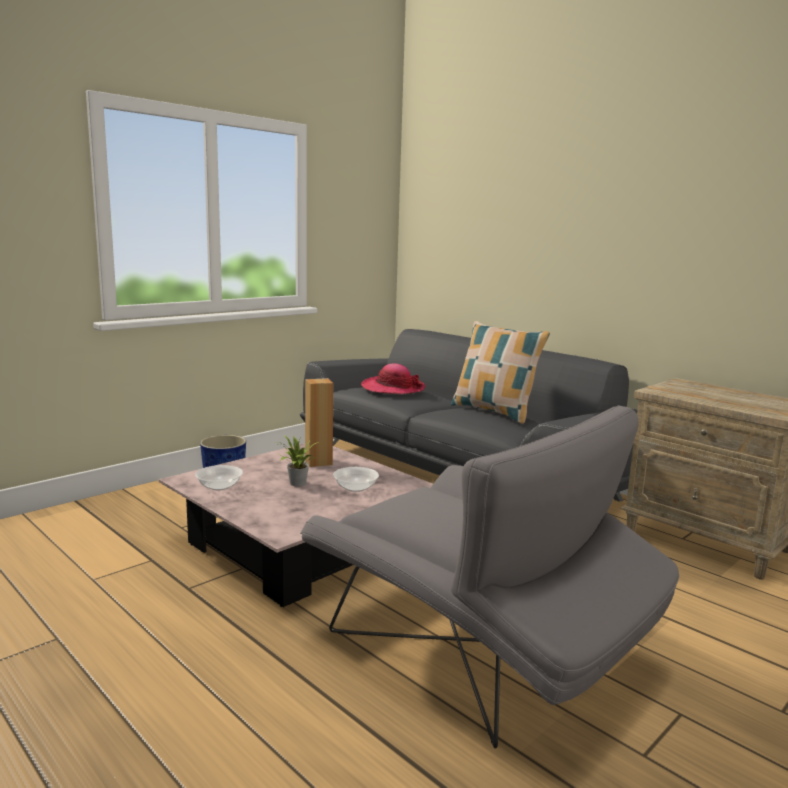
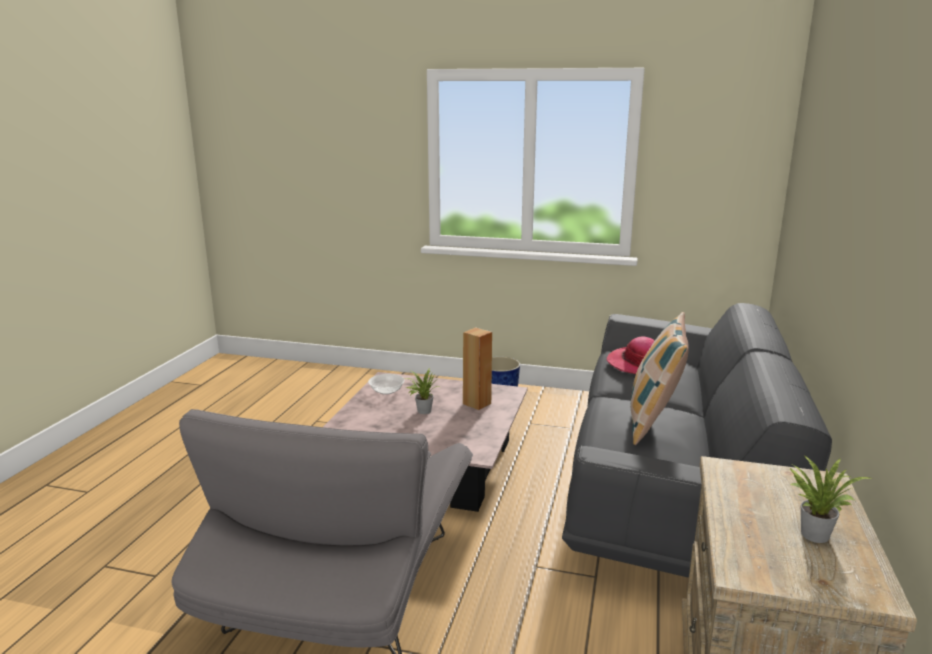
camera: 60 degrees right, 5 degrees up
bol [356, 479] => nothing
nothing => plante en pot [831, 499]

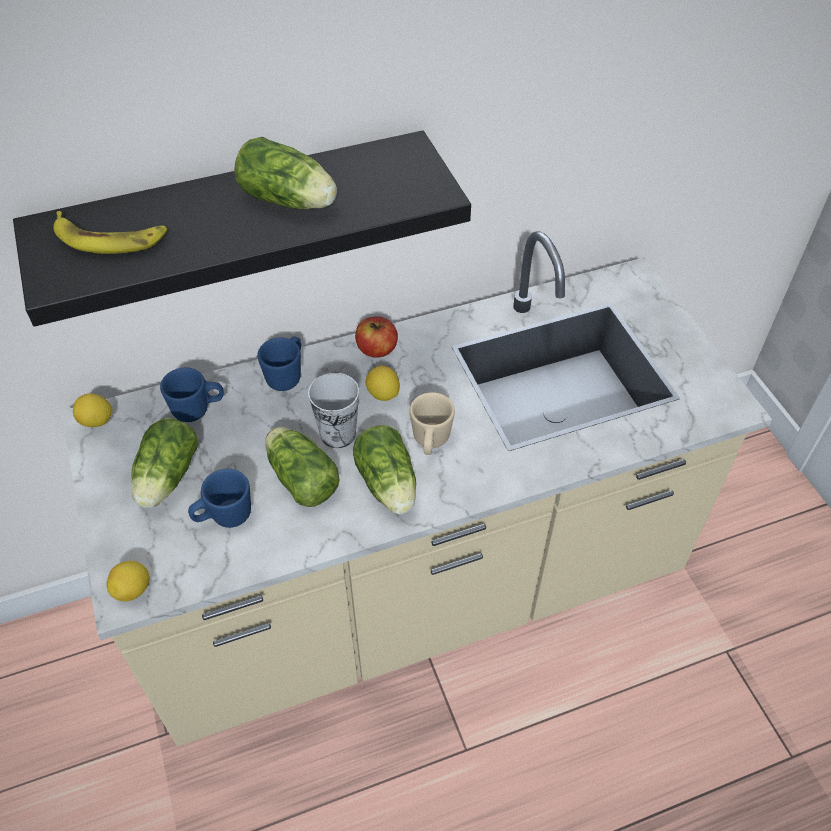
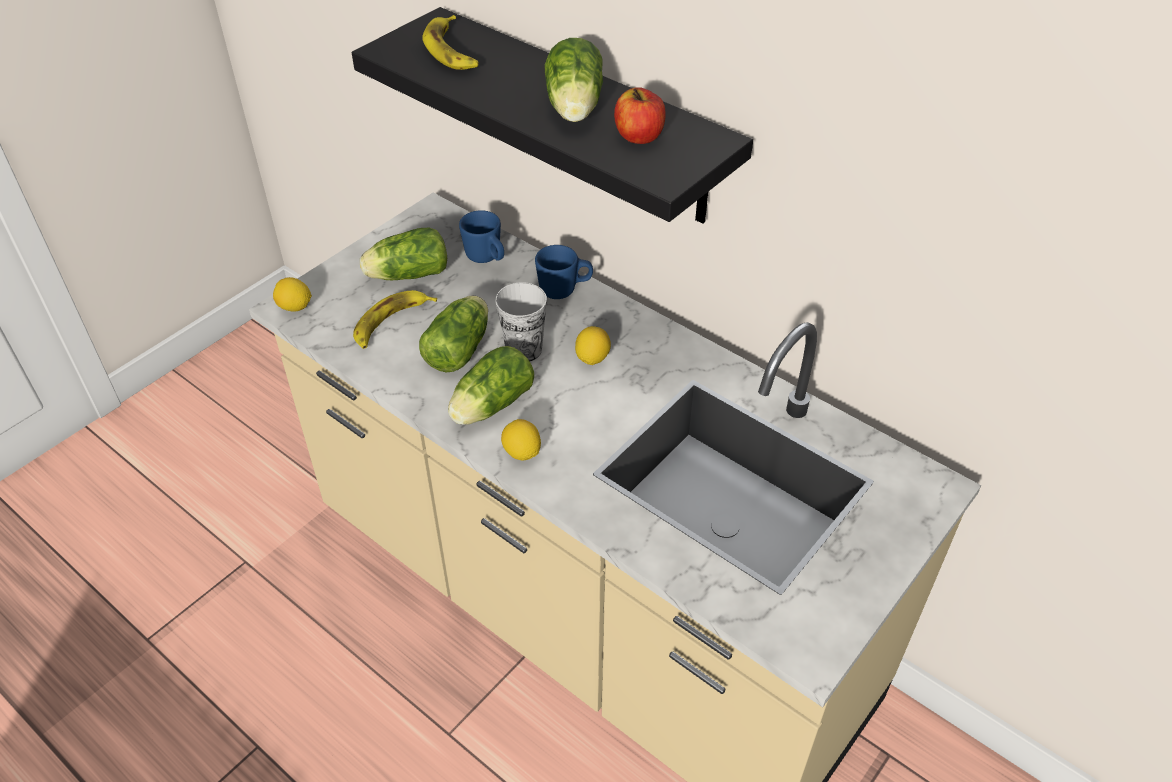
camera: 60 degrees right, 5 degrees down
pomme [376, 337] => pomme [640, 115], moved
mug [beige] [432, 423] => nothing
citron [93, 410] => citron [521, 439], moved
mug [bleu] [219, 498] => banane [395, 319]

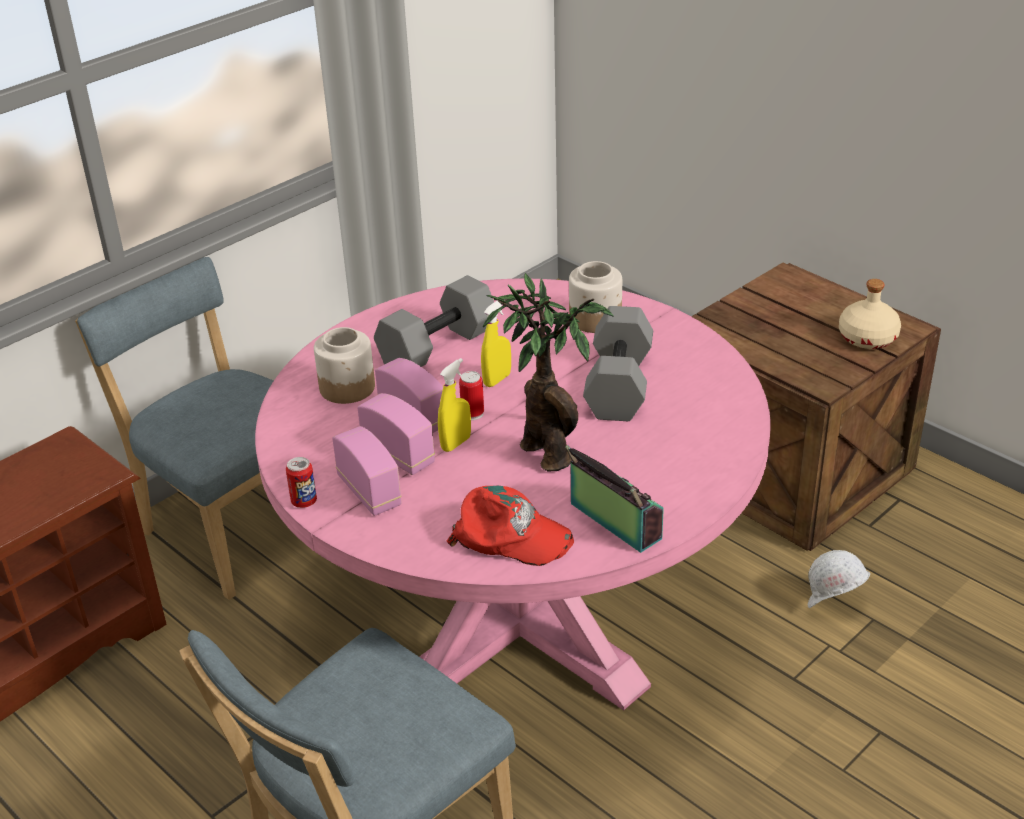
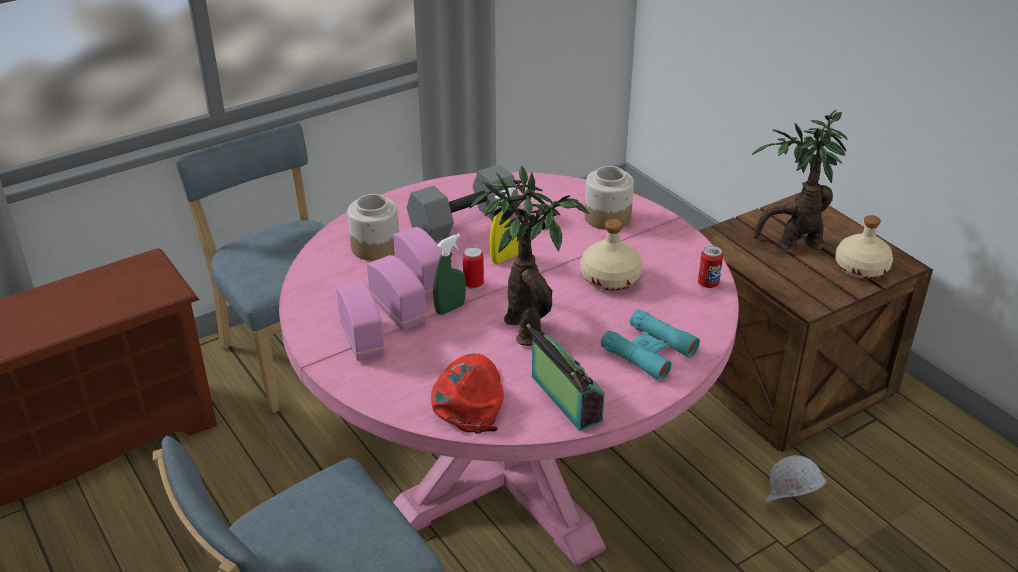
camera: 10 degrees right, 0 degrees up
haltère [gris] [618, 363] => bouteille [beige] [611, 255]
vaporisateur [jaune] [454, 405] => vaporisateur [vert] [449, 274]
boîte métallique [301, 482] => boîte métallique [710, 267], moved
casquette [rouge] [510, 526] => casquette [rouge] [467, 394], 120 degrees counterclockwise
nothing => plante en pot [800, 181]
nothing => jumelles [turquoise] [650, 345]

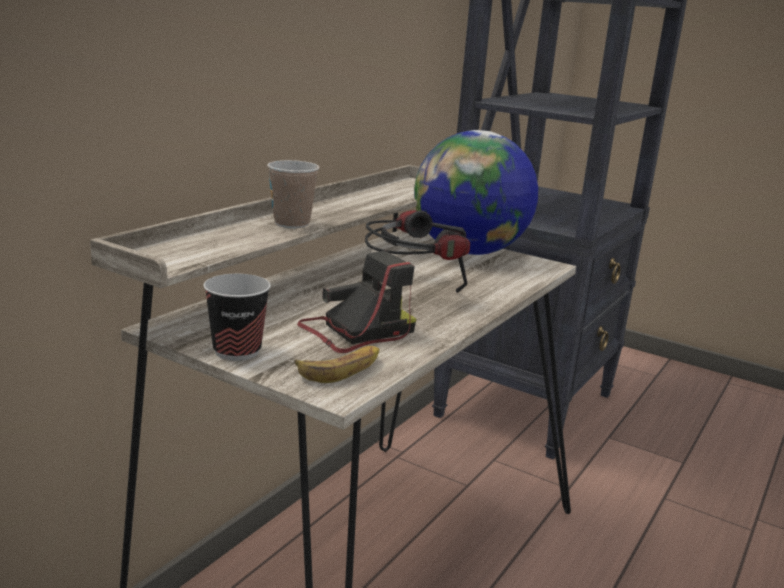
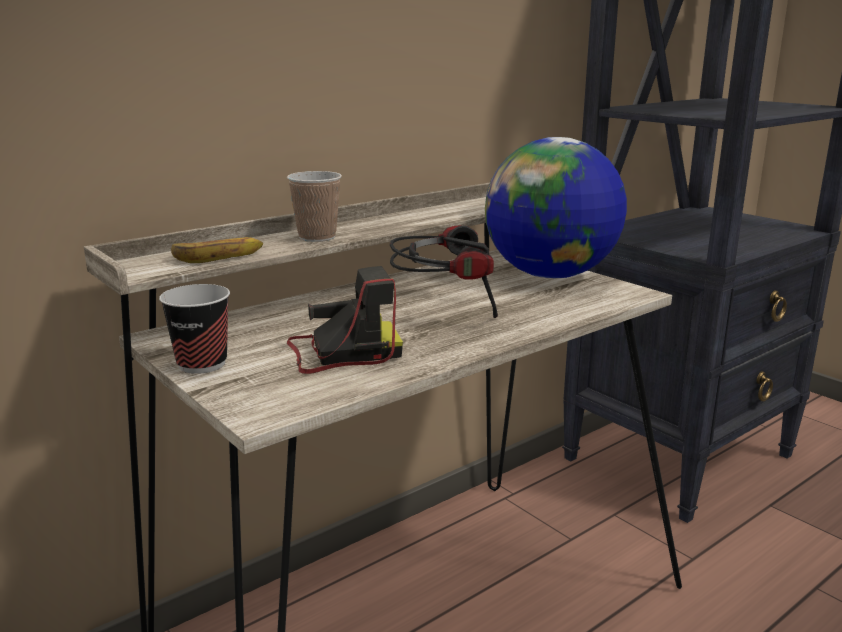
camera: 20 degrees right, 0 degrees up
banane [336, 364] => banane [217, 250], moved

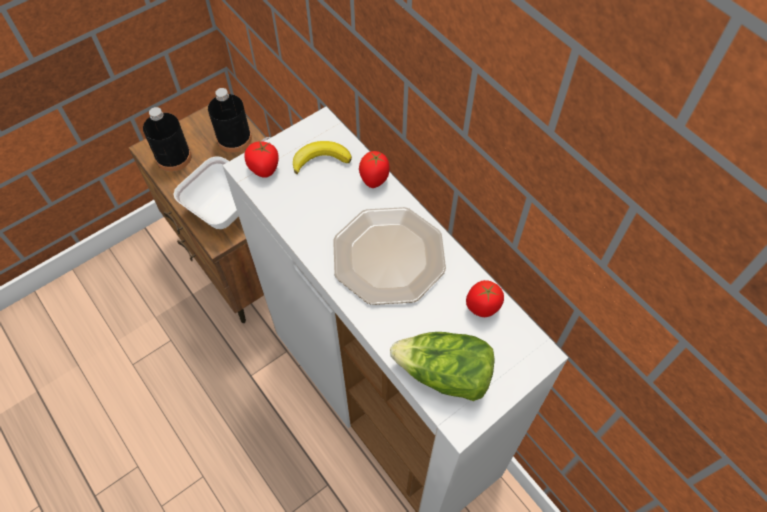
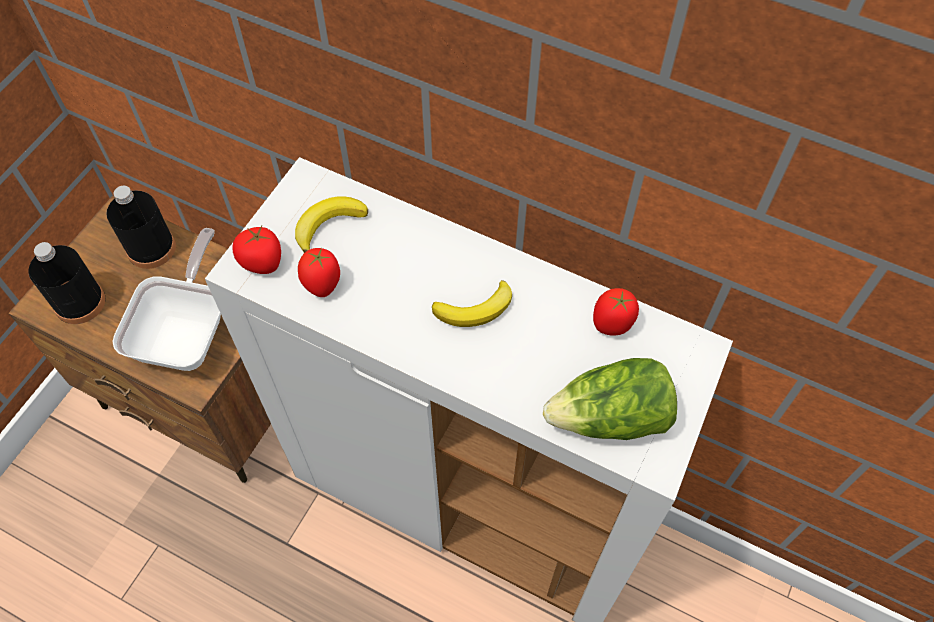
camera: 25 degrees left, 0 degrees up
tomate [374, 169] => tomate [319, 272], moved
assiette [389, 256] => banane [472, 303]

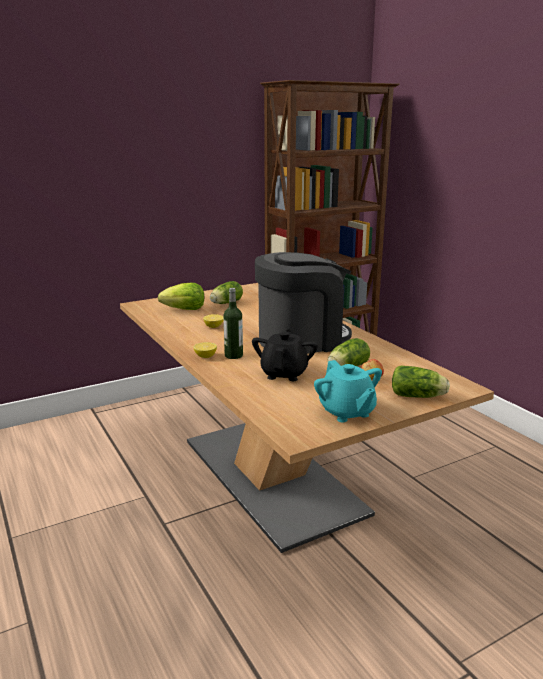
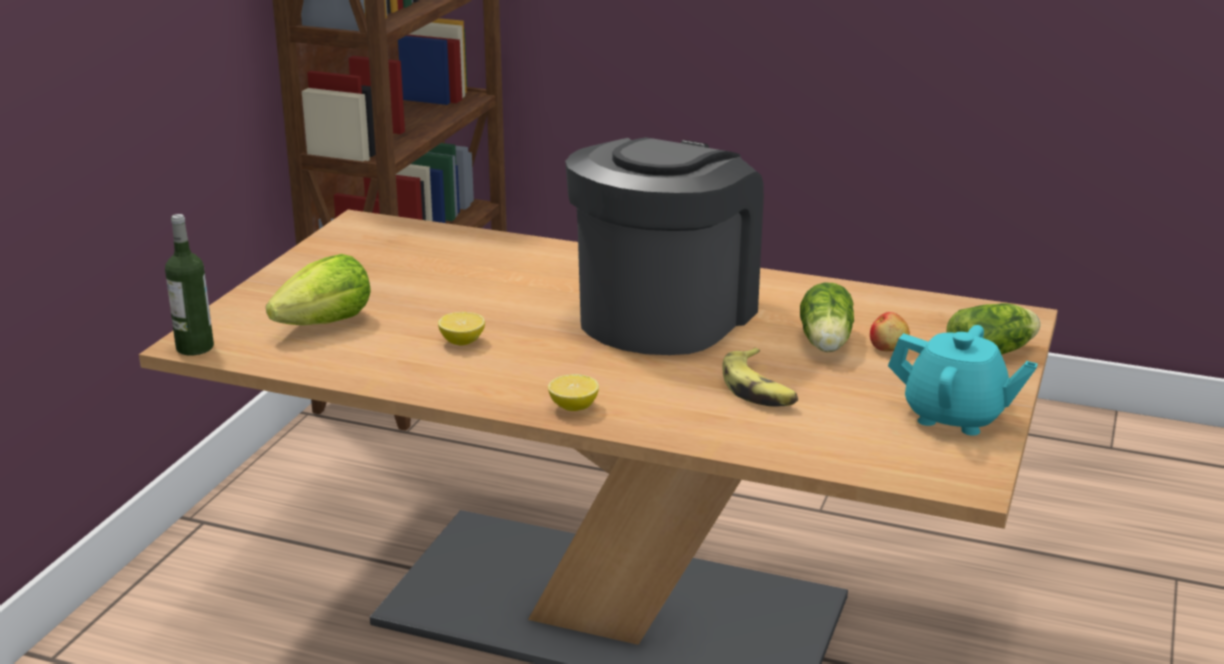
camera: 40 degrees left, 5 degrees up
laitue [226, 292] => nothing
bouteille [233, 323] => bouteille [189, 284], moved
théière [noir] [285, 355] => banane [760, 377]

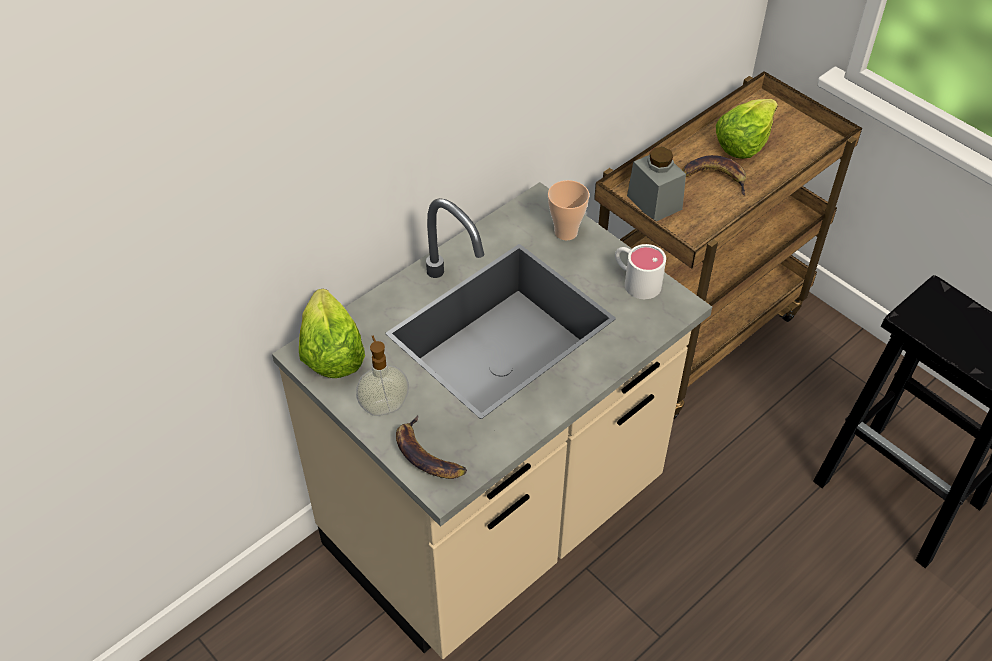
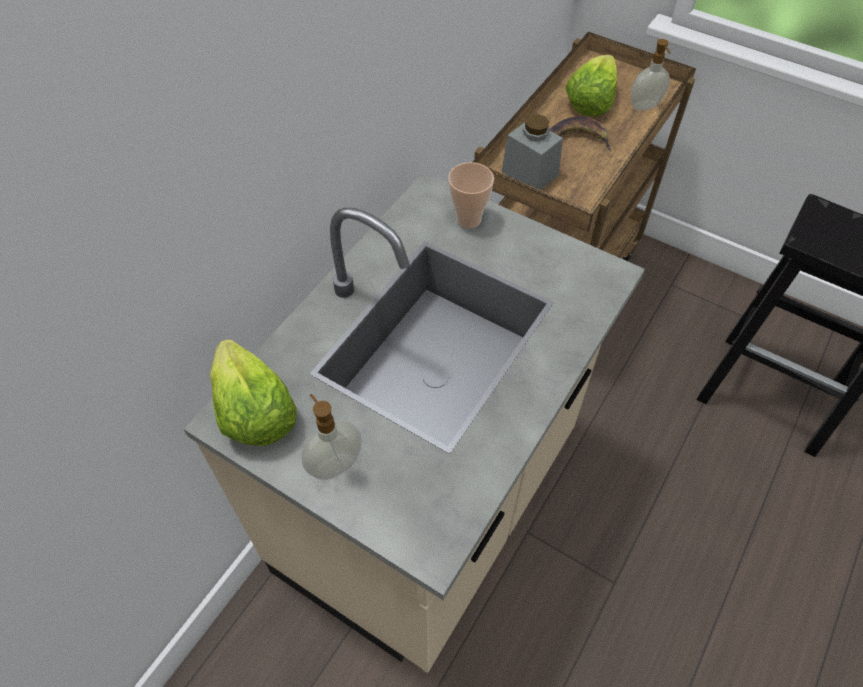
camera: 15 degrees left, 5 degrees up
mug [blanc] [640, 271] => nothing
banane [431, 447] => nothing
nothing => distributeur de savon [650, 75]

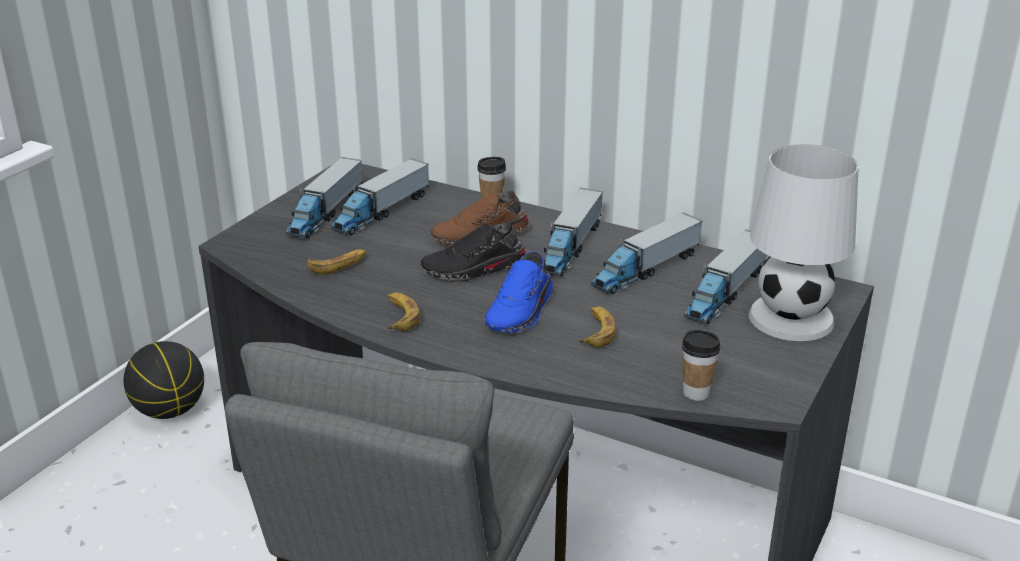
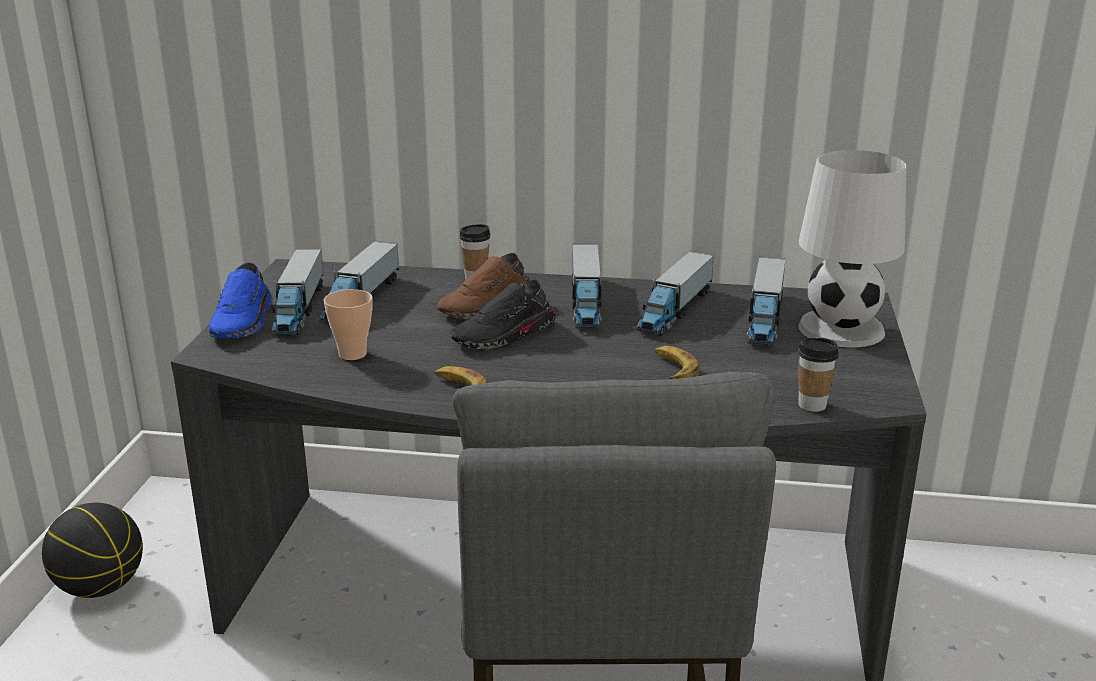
camera: 20 degrees left, 5 degrees down
banane [336, 261] => tasse [348, 324]
chaussure [bleu] [519, 292] => chaussure [bleu] [240, 300], moved

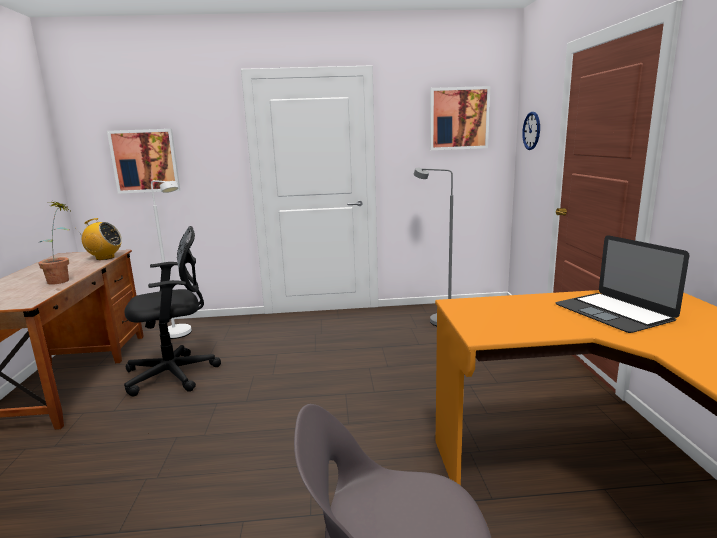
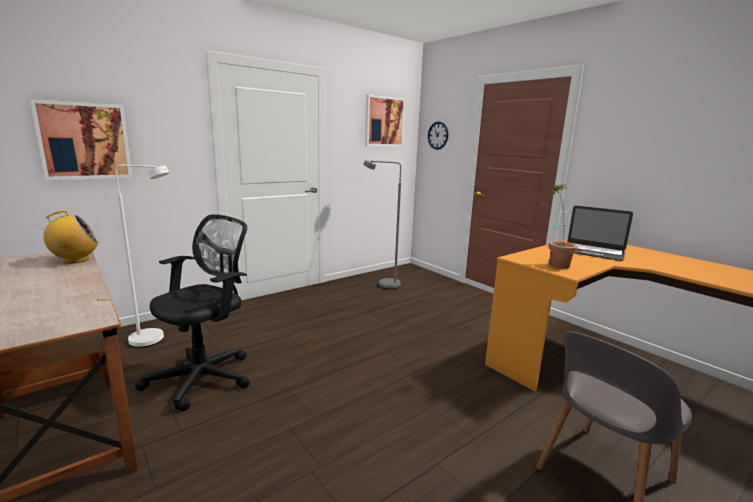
camera: 35 degrees left, 0 degrees up
plante en pot [54, 243] => plante en pot [561, 226], moved

